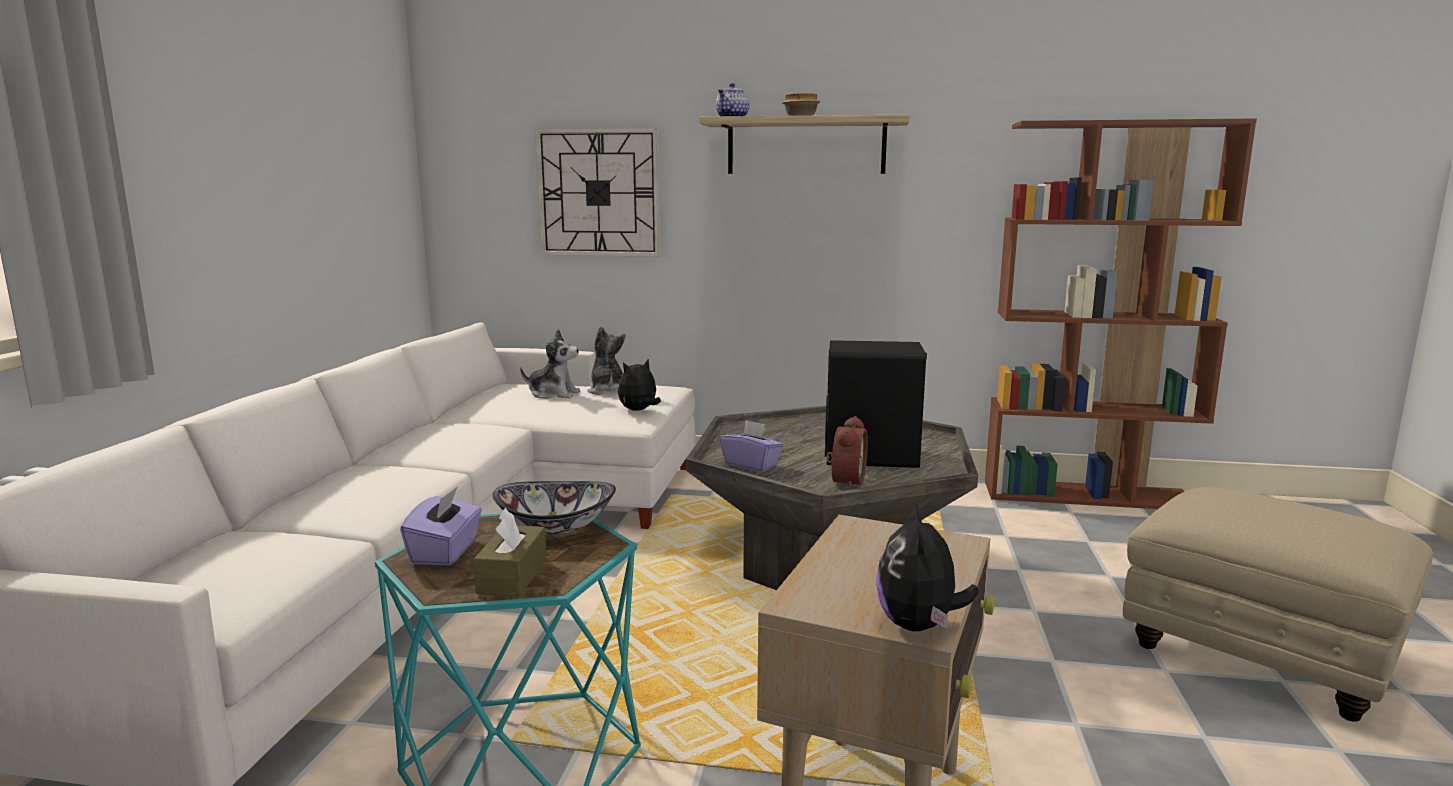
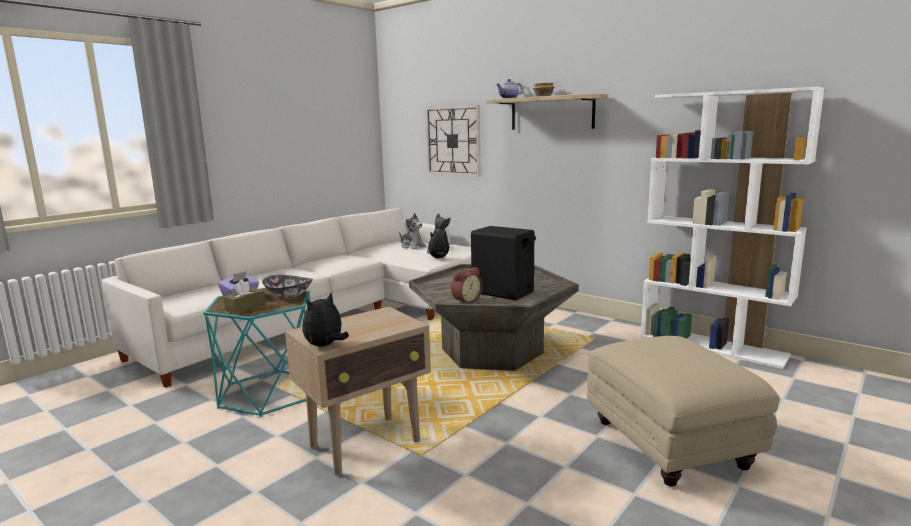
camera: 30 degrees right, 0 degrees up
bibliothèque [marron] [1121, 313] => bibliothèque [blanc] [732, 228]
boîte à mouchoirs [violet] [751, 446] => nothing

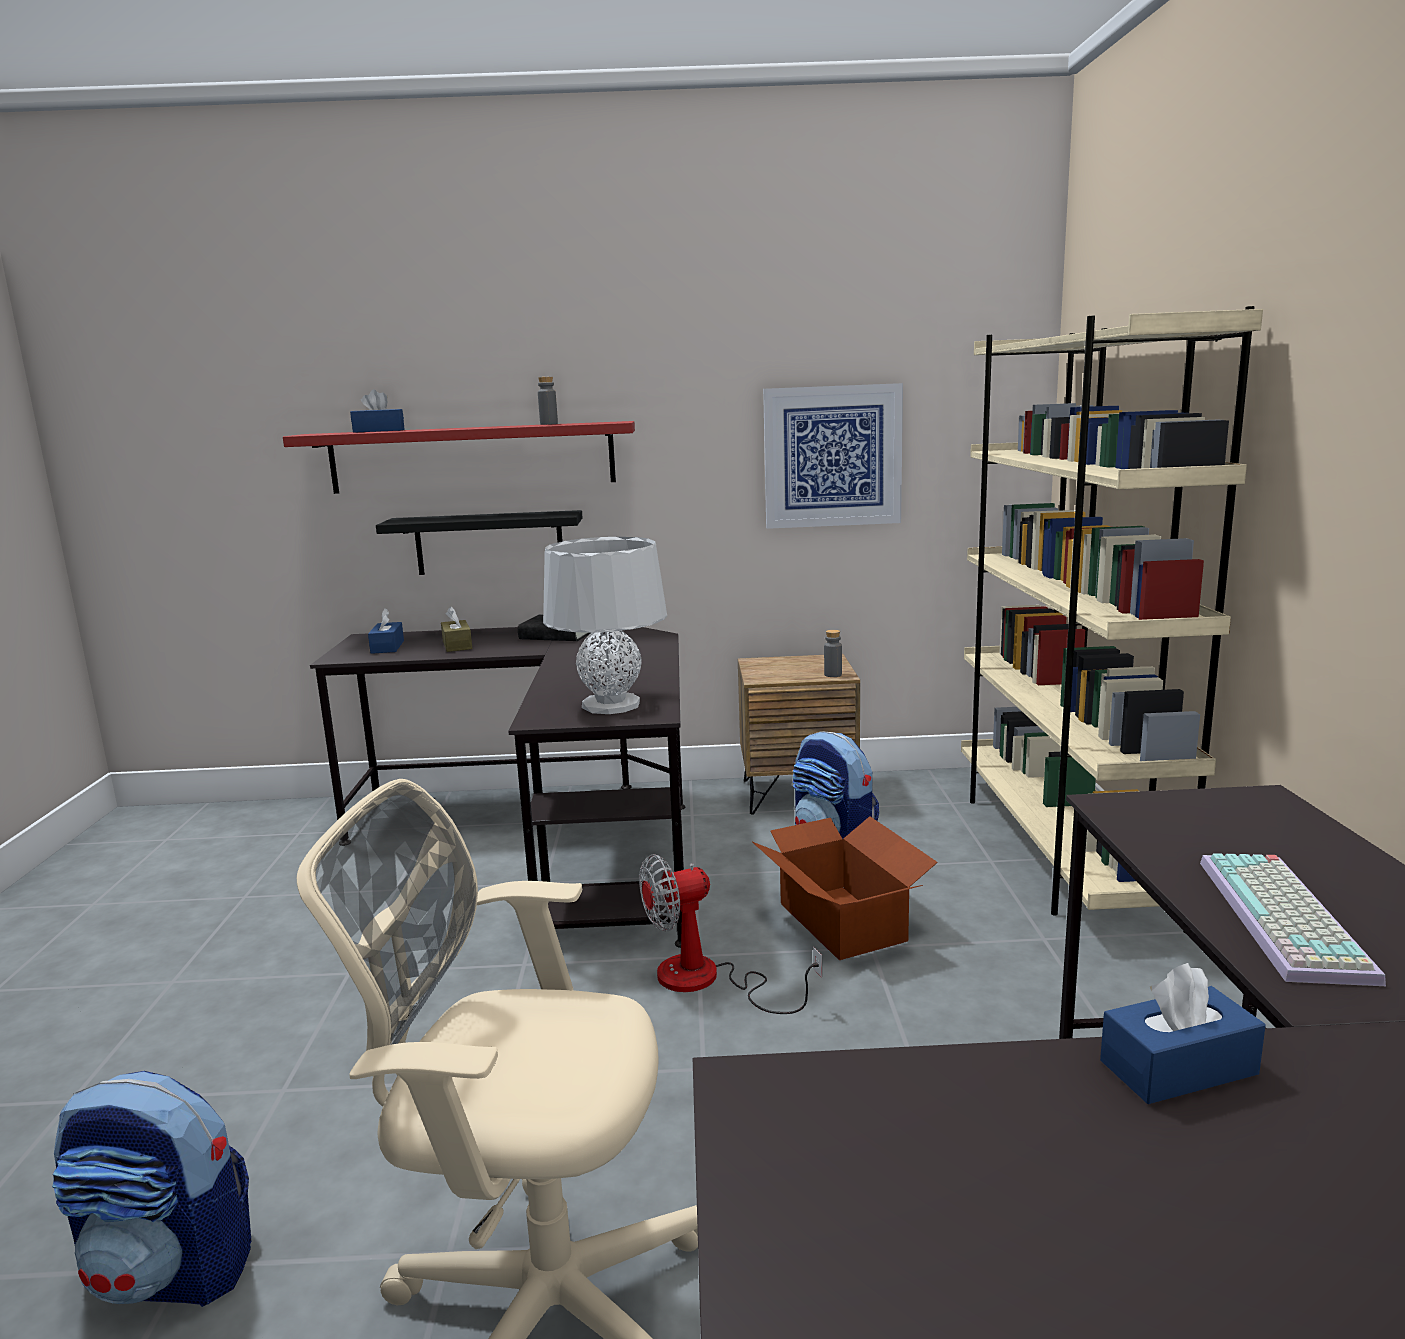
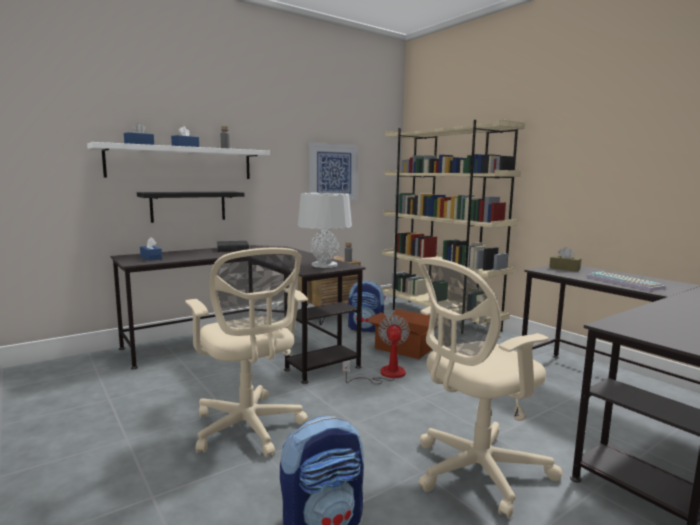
camera: 35 degrees left, 5 degrees down
étagère [rouge] [459, 457] => étagère [blanc] [178, 160]
boîte à mouchoirs [marron] [456, 629] => boîte à mouchoirs [marron] [565, 259], moved
ventilateur [730, 934] => ventilateur [376, 349], 150 degrees clockwise
boîte à mouchoirs [bleu] [1183, 1033] => boîte à mouchoirs [bleu] [185, 136], moved
nothing => chaise de bureau [beige] [246, 352]

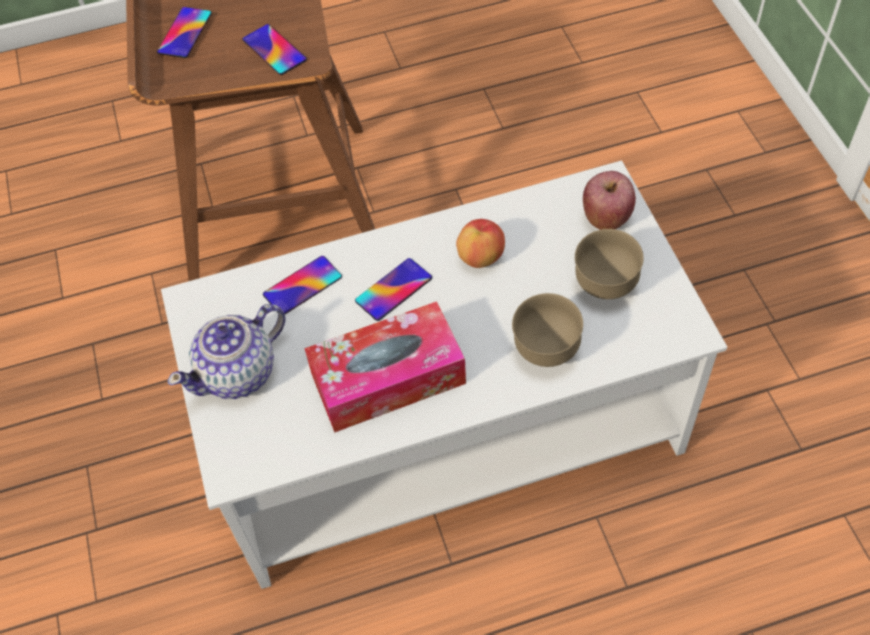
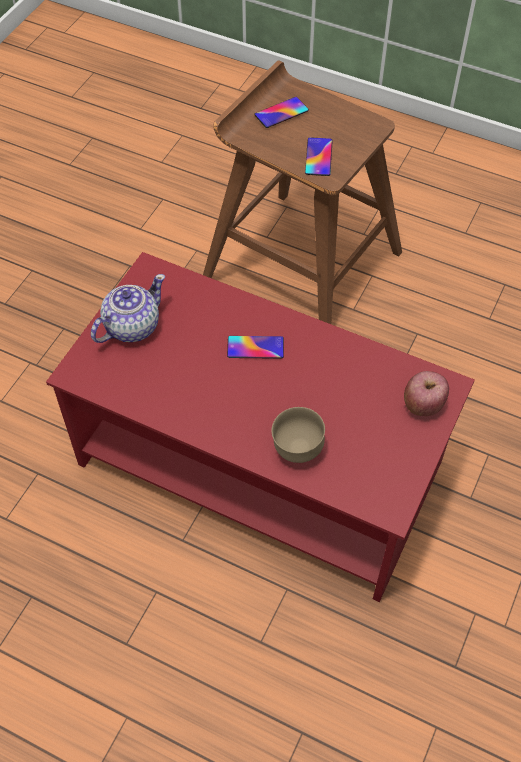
camera: 40 degrees right, 0 degrees up
table basse [blanc] [444, 374] => table basse [rouge] [260, 427]
pomme [480, 243] => nothing
bol [marron] [609, 264] => nothing
téléphone [302, 285] => nothing
boîte à mouchoirs [385, 366] => nothing
théière [226, 351] => théière [128, 308], 135 degrees clockwise

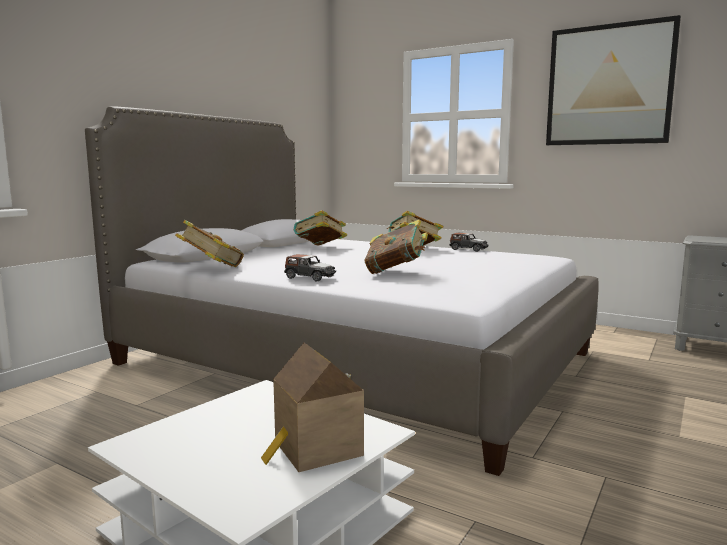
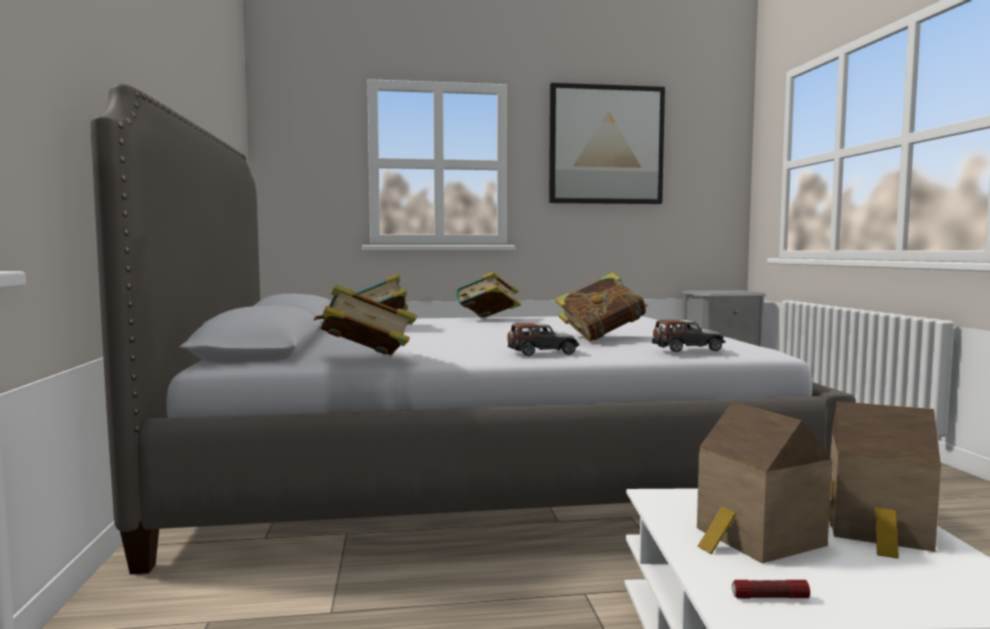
camera: 40 degrees left, 5 degrees down
petite voiture [468, 242] => petite voiture [688, 336], moved
nothing => maison miniature [764, 483]
nothing => lampe de poche [771, 589]

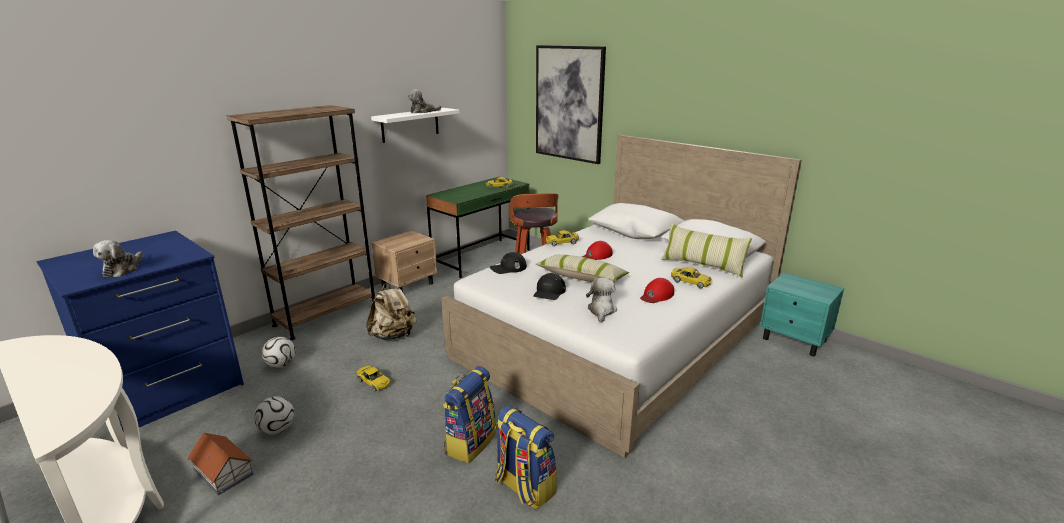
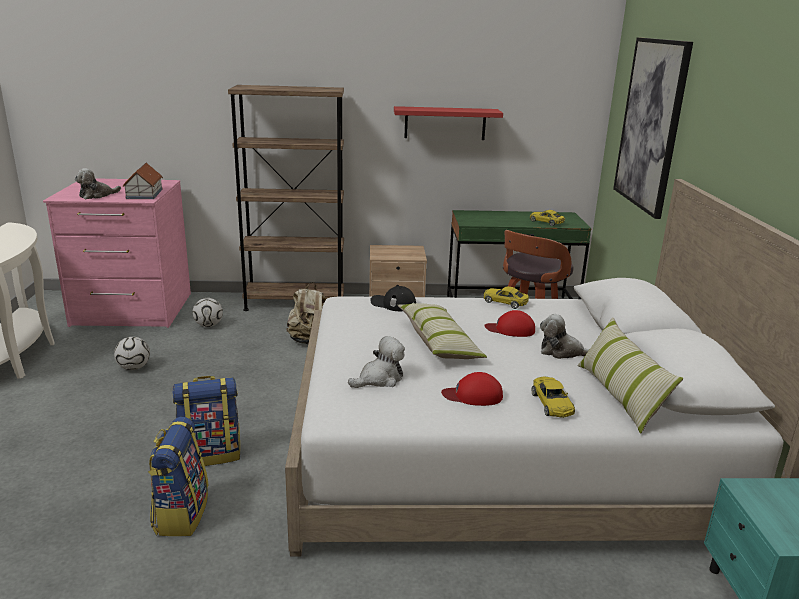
camera: 45 degrees right, 0 degrees up
peluche [424, 101] => peluche [565, 336], moved
étagère [blanc] [415, 125] => étagère [rouge] [448, 123]
commode [bleu] [140, 331] => commode [rose] [117, 253]
casquette [noir] [549, 286] => nothing
petite voiture [jaune] [373, 378] => nothing
maison miniature [221, 464] => maison miniature [143, 181], moved

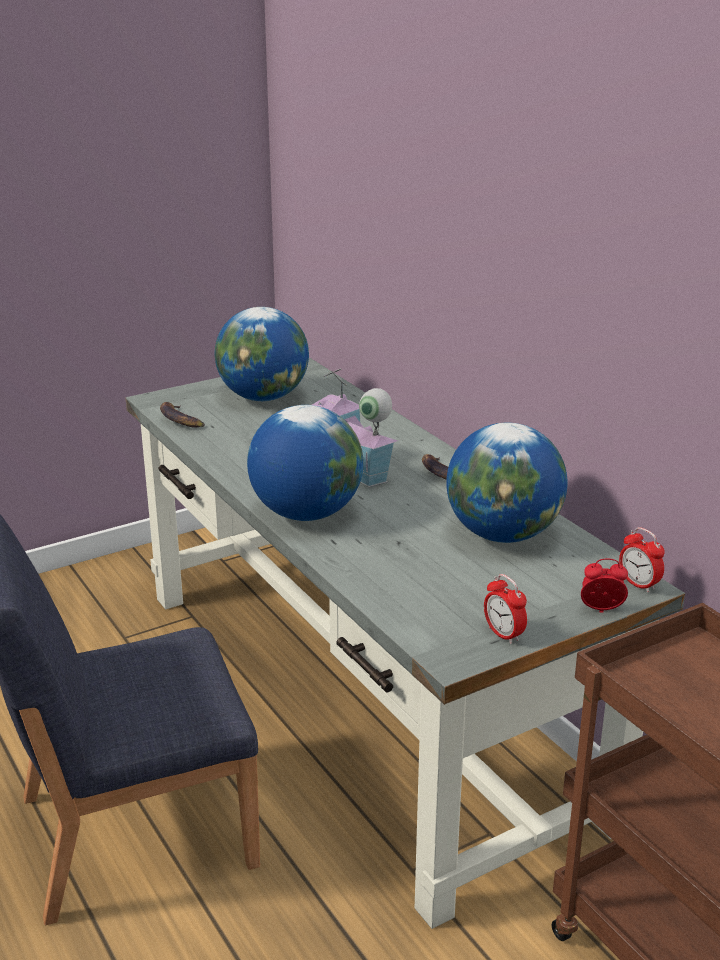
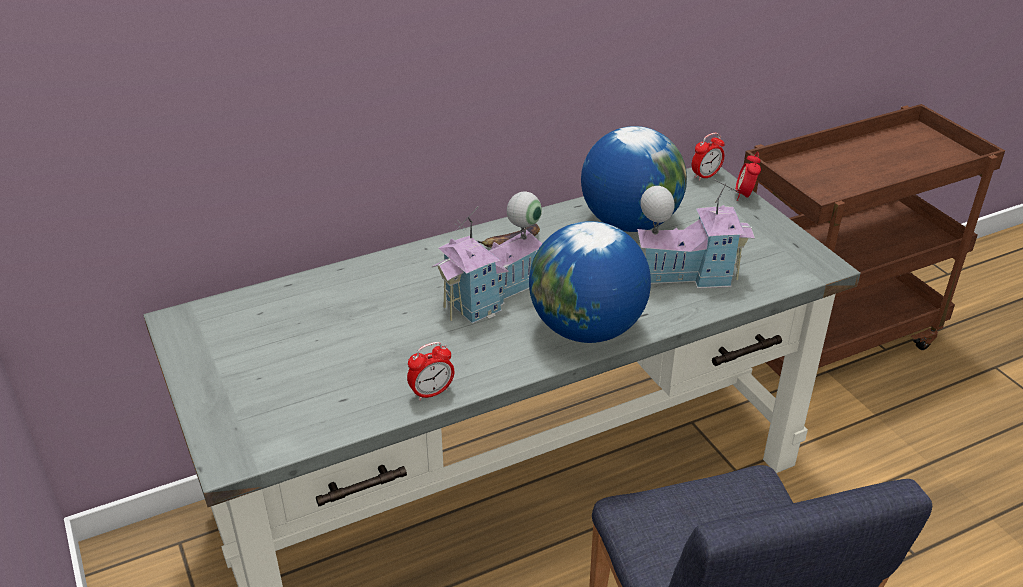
camera: 85 degrees left, 10 degrees up
globe [262, 354] => nothing
banane [182, 415] => nothing
réveil [505, 609] => réveil [430, 371], moved
nothing => maison miniature [696, 233]

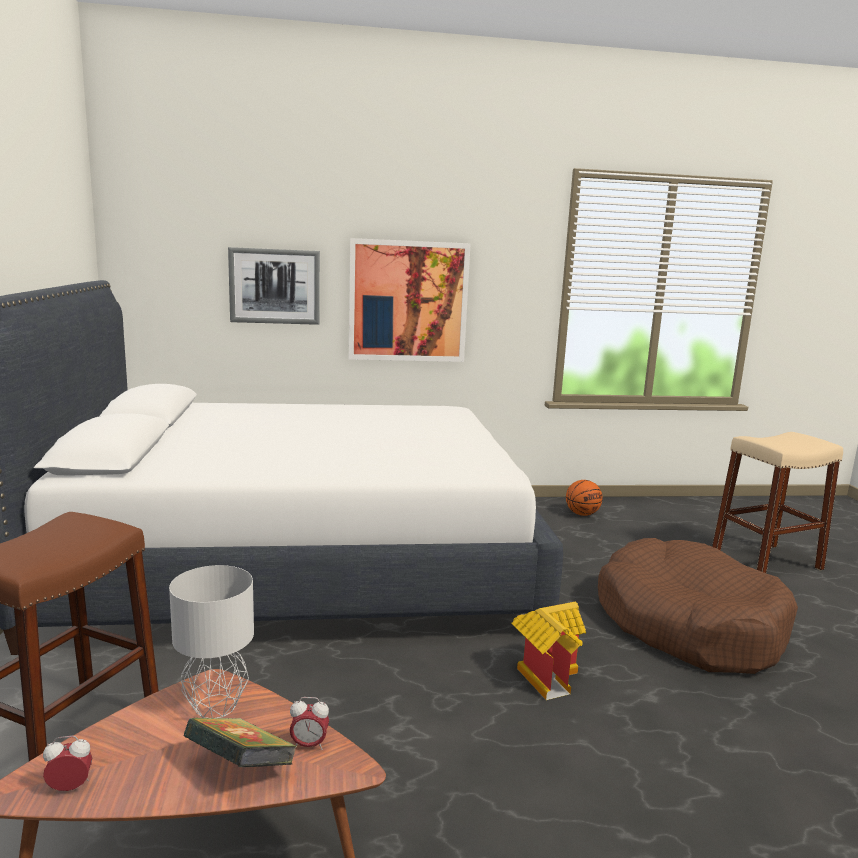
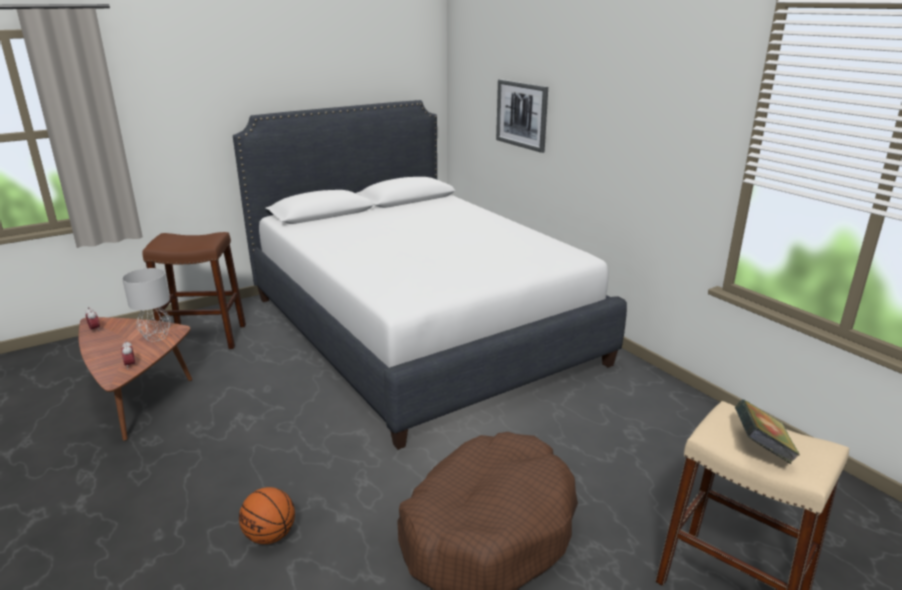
camera: 65 degrees right, 10 degrees up
tableau [409, 300] => nothing
ballon de basket [584, 498] => ballon de basket [267, 515], moved
maison miniature [548, 651] => nothing
livre [240, 742] => livre [767, 431], moved

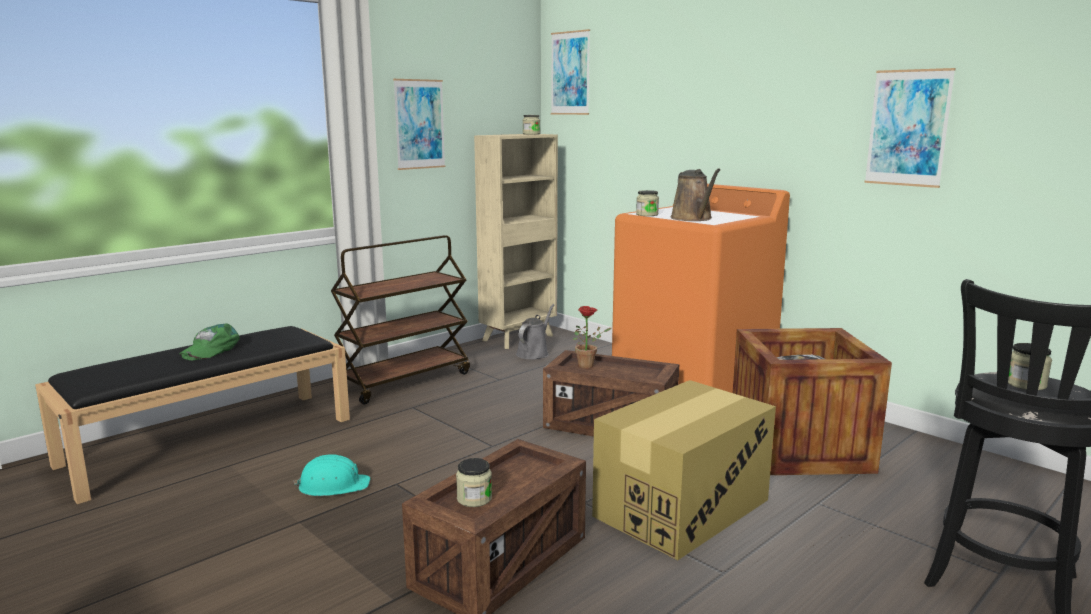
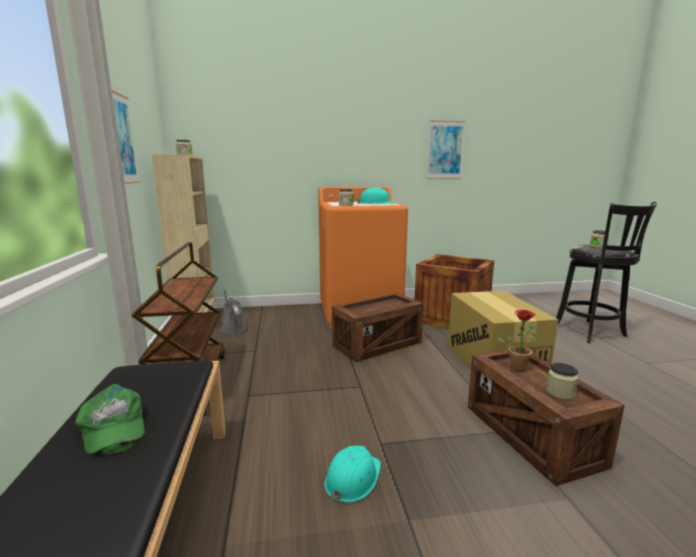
camera: 55 degrees left, 0 degrees up
tableau [570, 72] => nothing
arrosoir [marron] [695, 194] => casque de chantier [turquoise] [376, 195]
plante en pot [592, 337] => plante en pot [517, 341], moved

